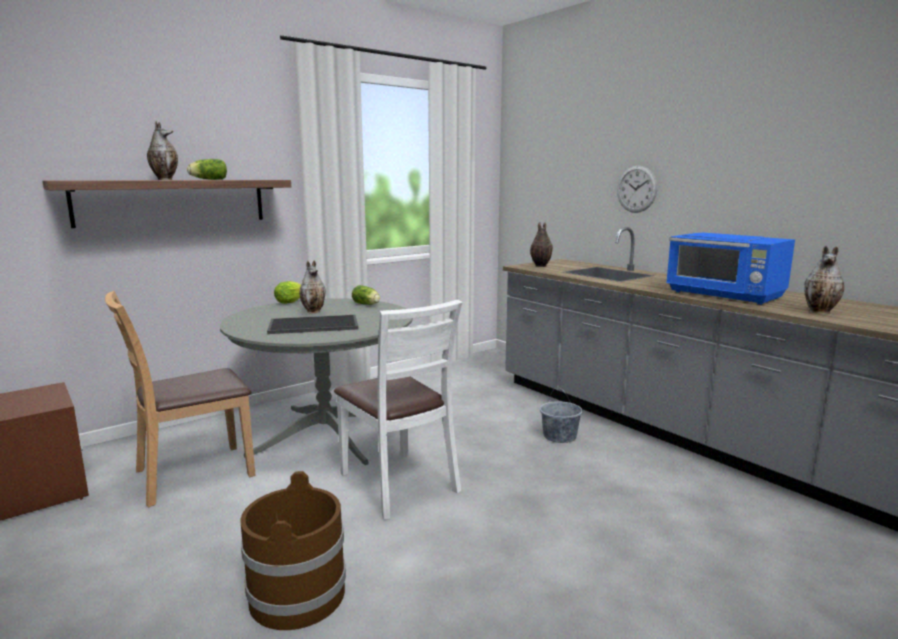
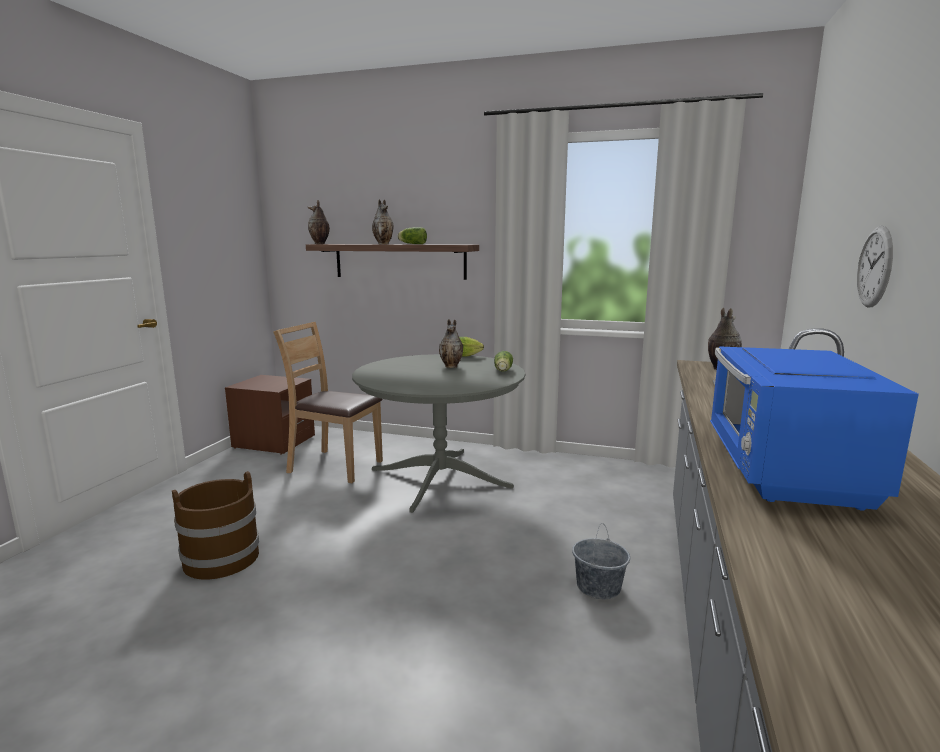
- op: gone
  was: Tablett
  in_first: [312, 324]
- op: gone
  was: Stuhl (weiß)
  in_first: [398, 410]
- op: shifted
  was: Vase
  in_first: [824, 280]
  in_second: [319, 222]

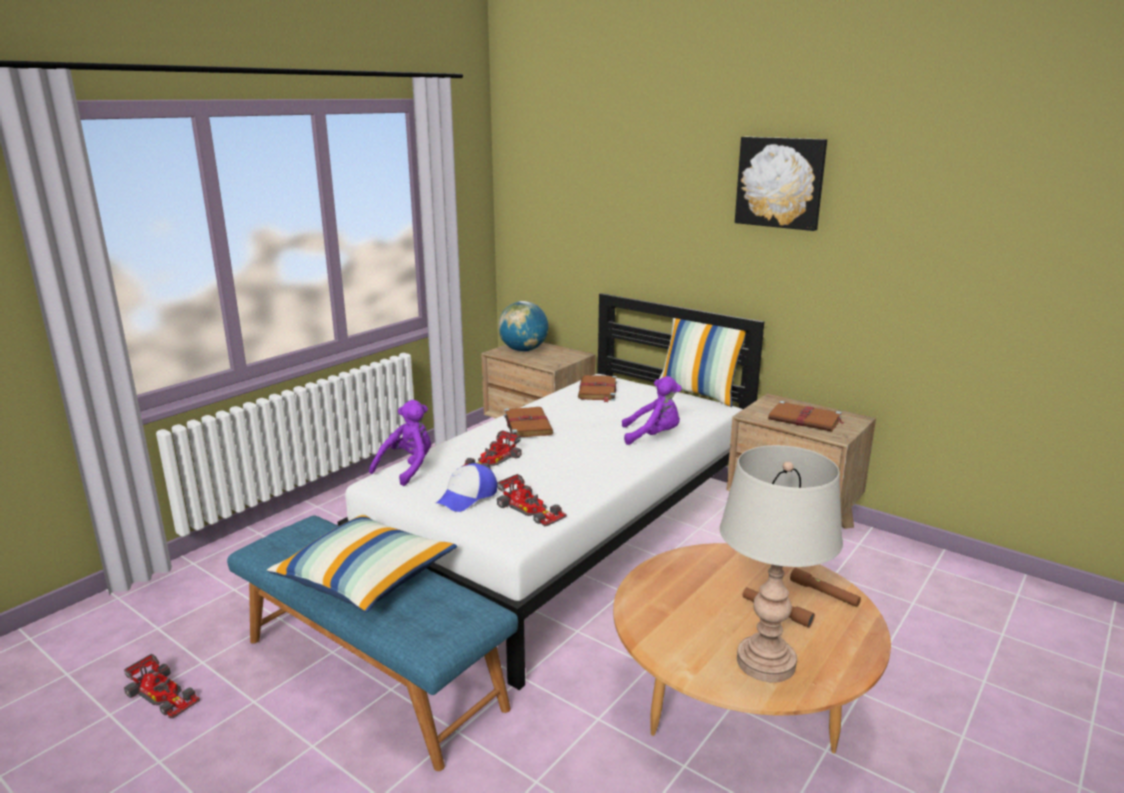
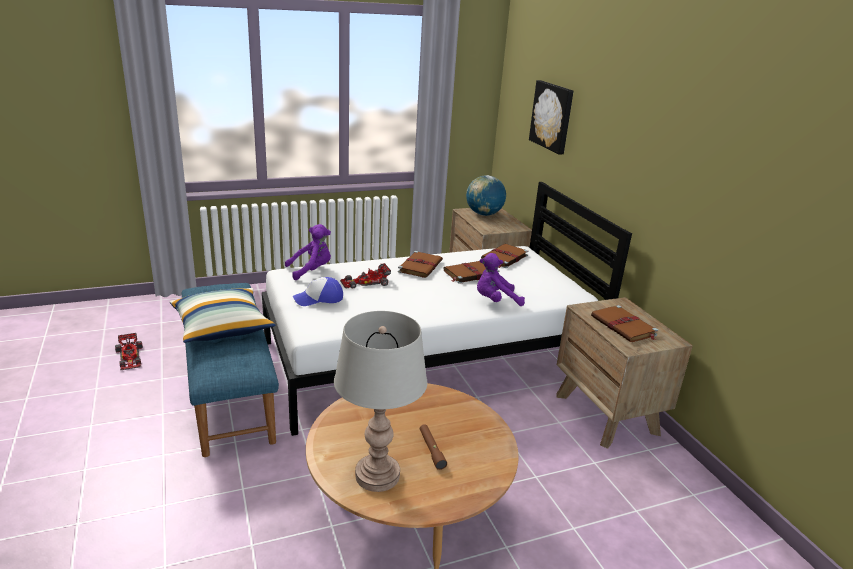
- op: gone
  was: Spielzeugauto
  in_first: [532, 500]
- op: gone
  was: Kissen
  in_first: [700, 362]
- op: gone
  was: Taschenlampe (braun)
  in_first: [825, 587]
- op: new
  now: Buch (braun)
  in_second: [471, 272]
- op: shifted
  was: Bild
  in_first: [781, 184]
  in_second: [551, 117]
- op: rotated
  was: Plüschtier (lila)
  in_first: [652, 410]
  in_second: [501, 279]
  clockwise: 135

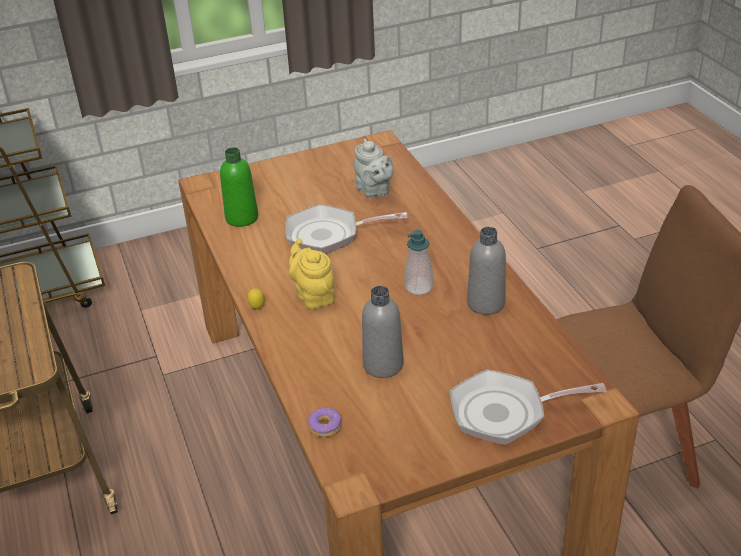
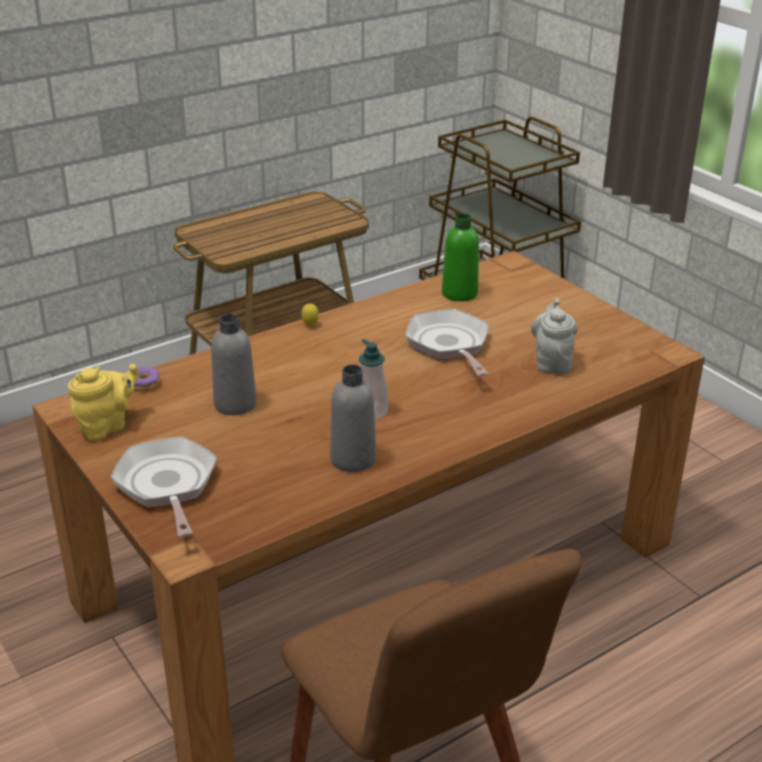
- op: shifted
  was: Teekanne (gelb)
  in_first: [312, 273]
  in_second: [103, 402]
- op: rotated
  was: Teekanne (grau)
  in_first: [374, 168]
  in_second: [554, 336]
  clockwise: 135

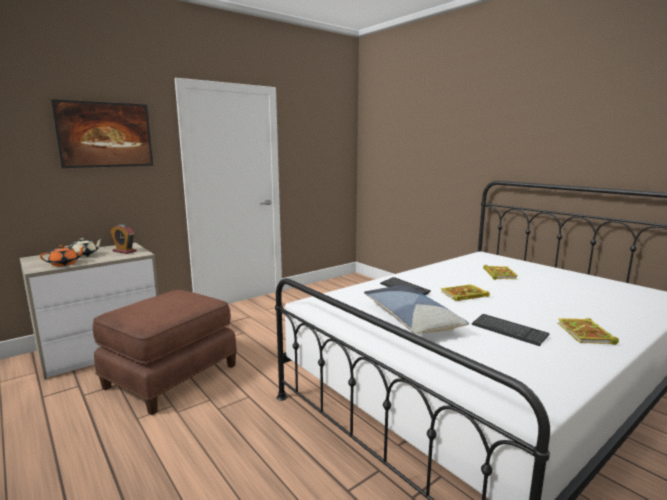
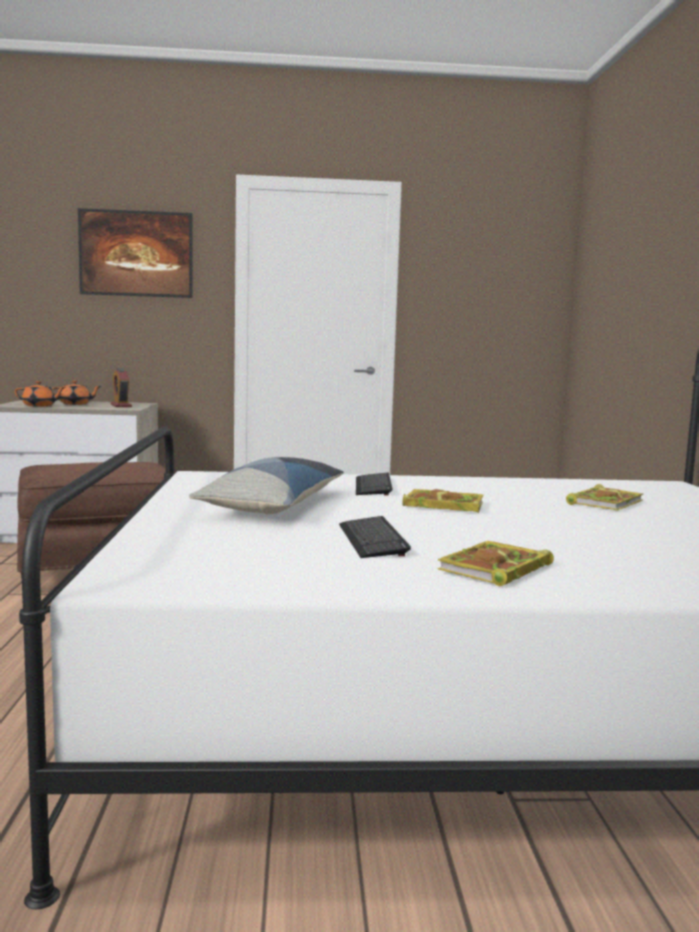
- op: repainted
  was: Teekanne (beige)
  now: Teekanne (orange)
  in_first: [83, 248]
  in_second: [76, 392]

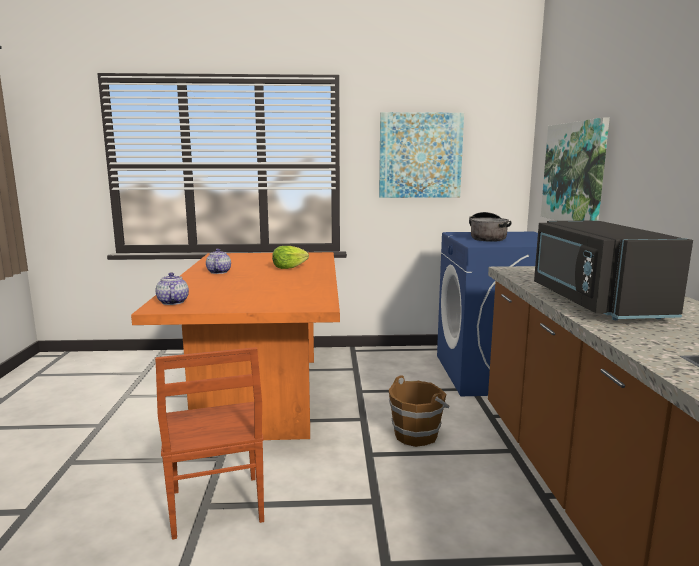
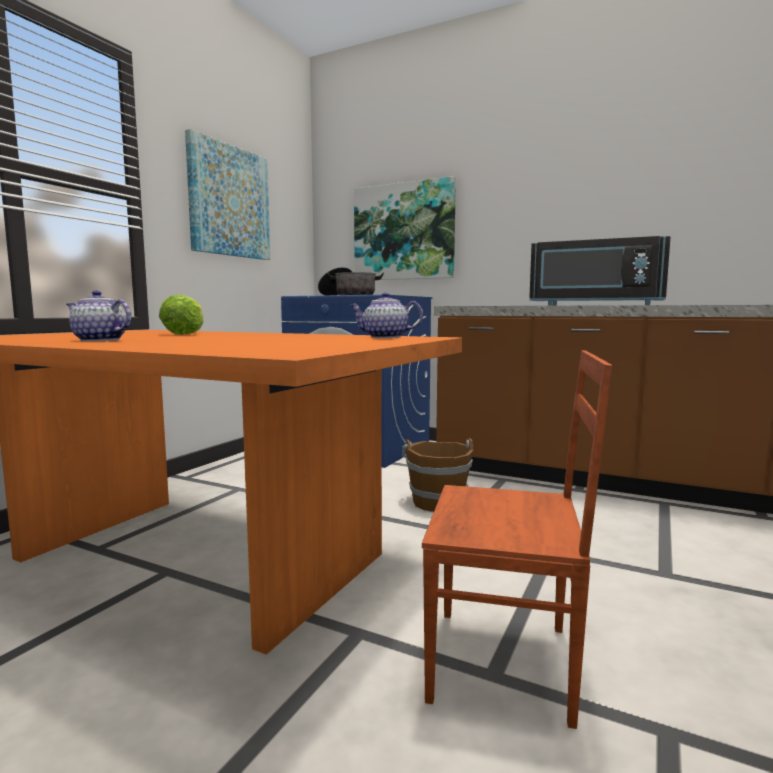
- op: shifted
  was: Teekanne
  in_first: [172, 288]
  in_second: [386, 315]

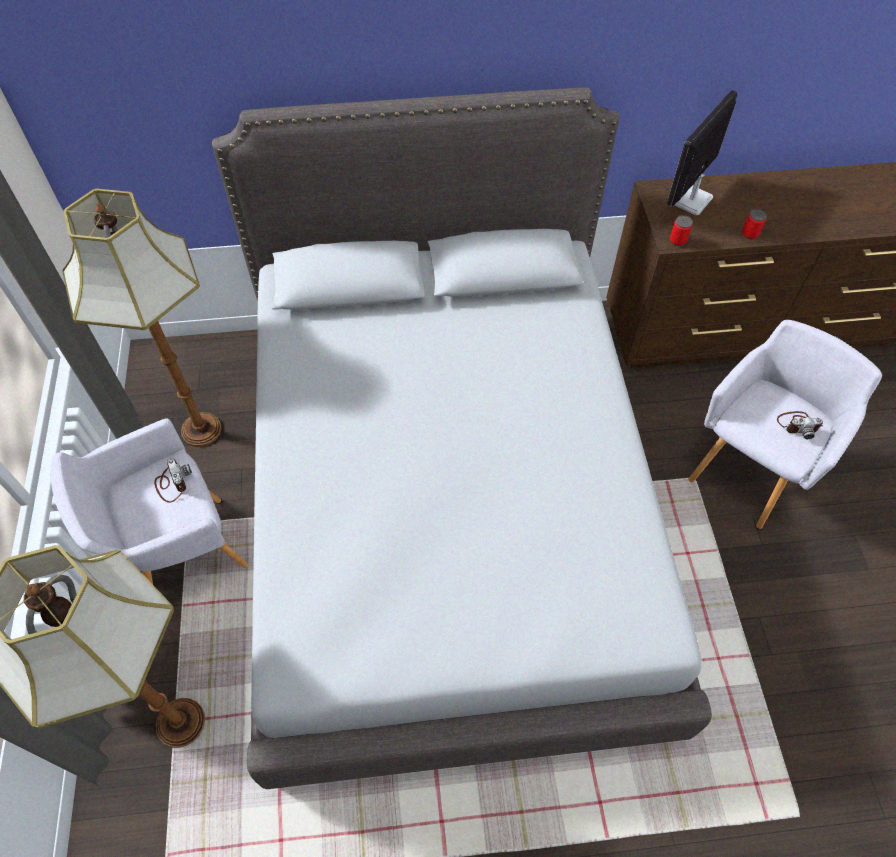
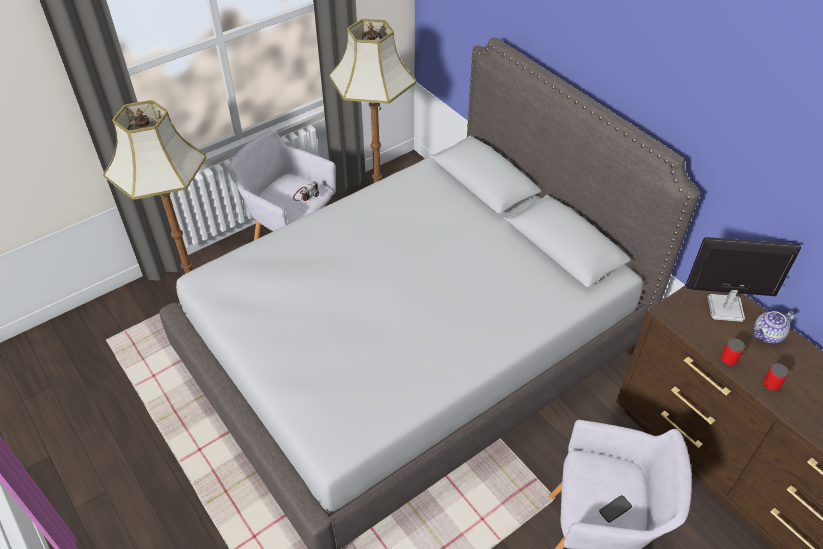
- op: new
  now: Teekanne
  in_second: [774, 327]
- op: shifted
  was: Dose
  in_first: [681, 230]
  in_second: [776, 377]
- op: swapped
  was: Kamera
  now: Handy
  in_first: [800, 425]
  in_second: [615, 509]

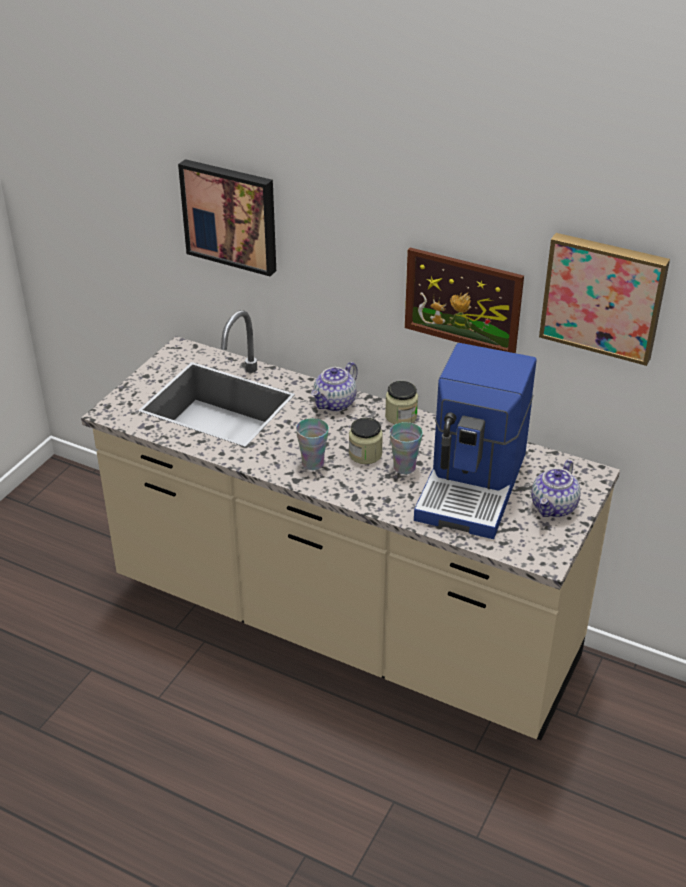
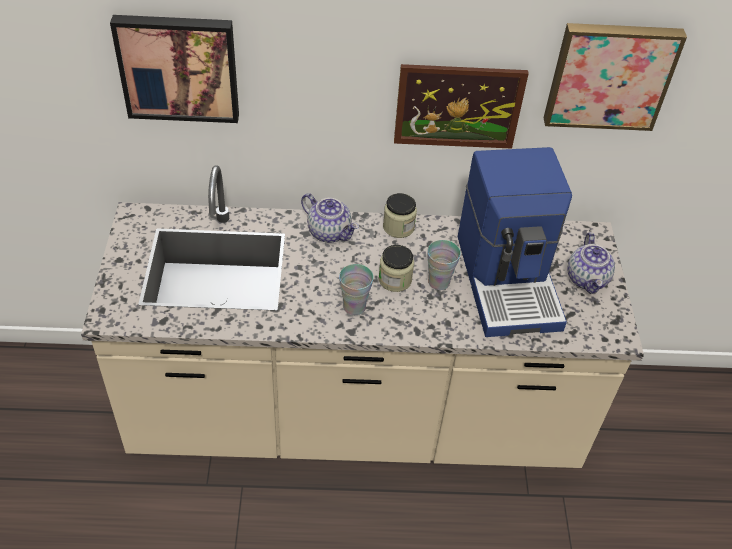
- op: rotated
  was: Teekanne
  in_first: [335, 386]
  in_second: [330, 218]
  clockwise: -60

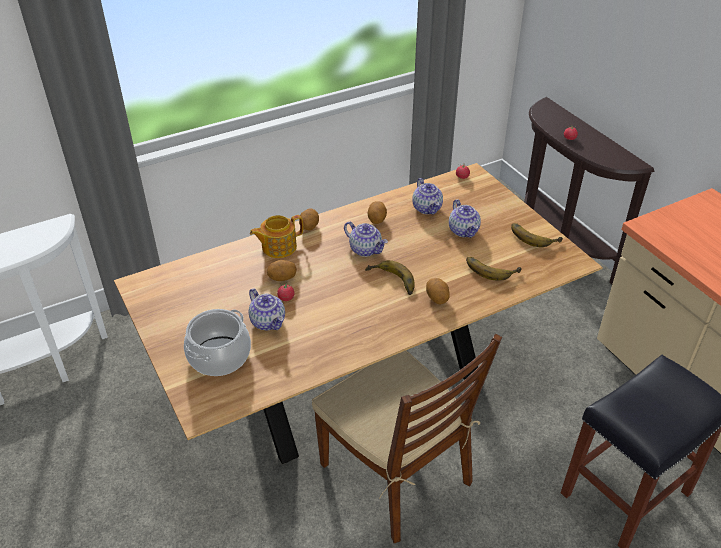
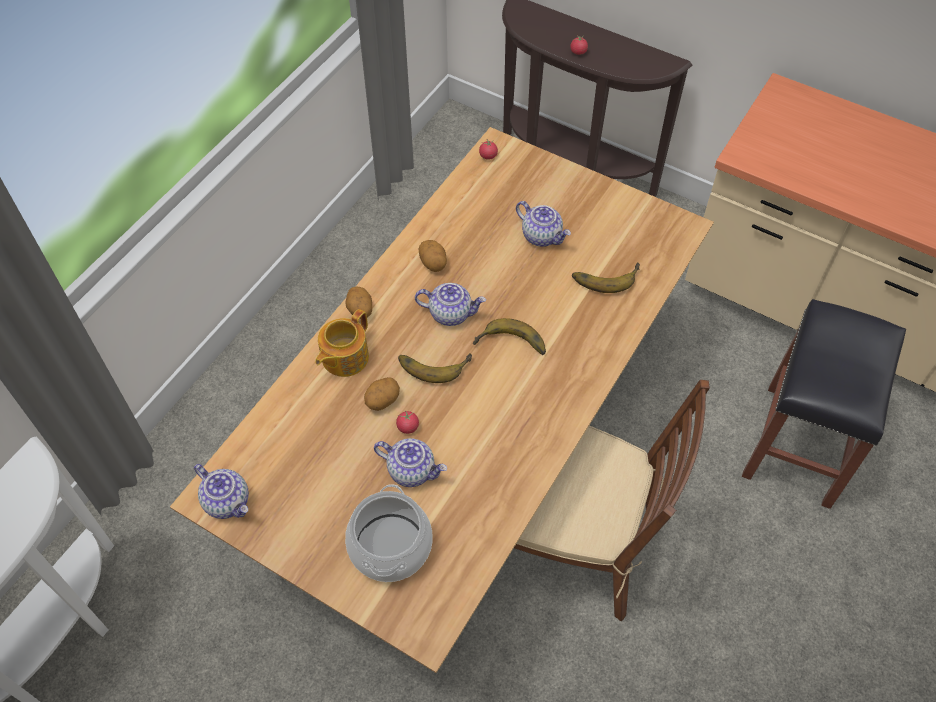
- op: gone
  was: Kartoffel
  in_first: [438, 291]
- op: shifted
  was: Teekanne
  in_first: [427, 196]
  in_second: [221, 491]
- op: shifted
  was: Banane
  in_first: [537, 235]
  in_second: [435, 368]

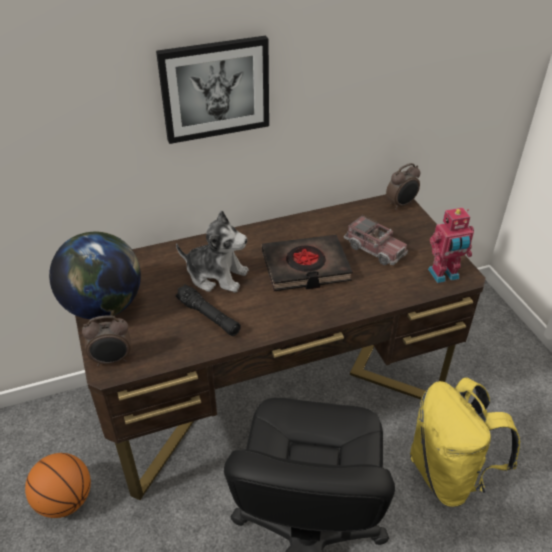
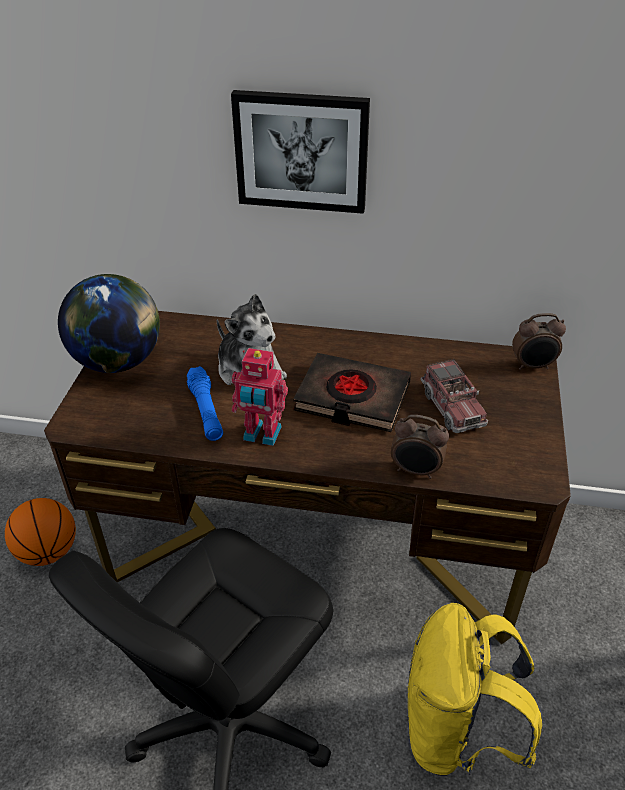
- op: shifted
  was: Wecker
  in_first: [106, 340]
  in_second: [420, 447]
- op: shifted
  was: Spielzeugroboter
  in_first: [451, 245]
  in_second: [260, 397]
- op: repainted
  was: Taschenlampe (schwarz)
  now: Taschenlampe (blau)
  in_first: [208, 310]
  in_second: [205, 403]

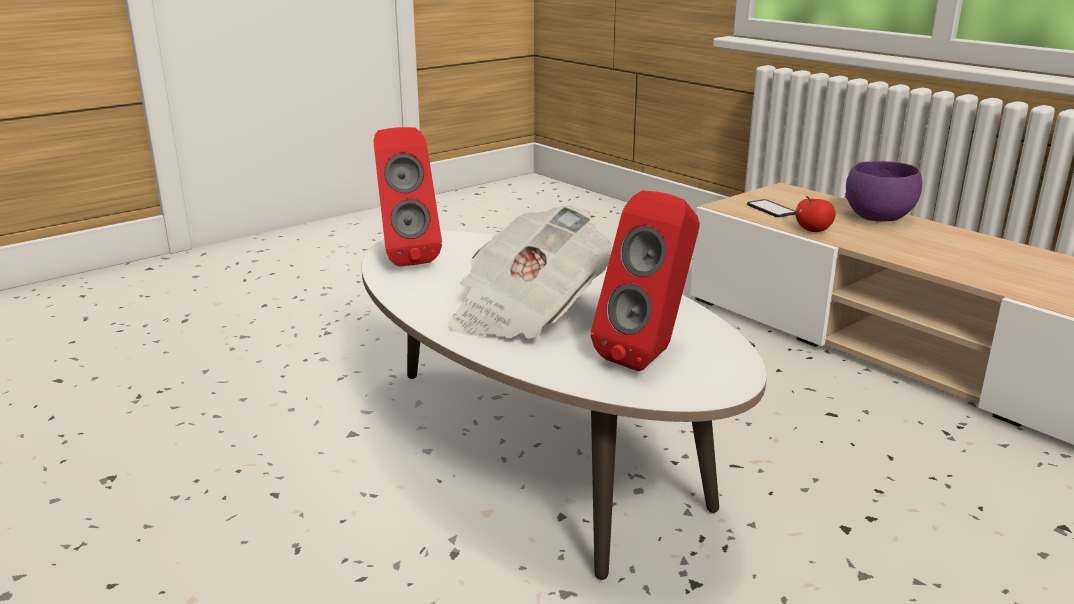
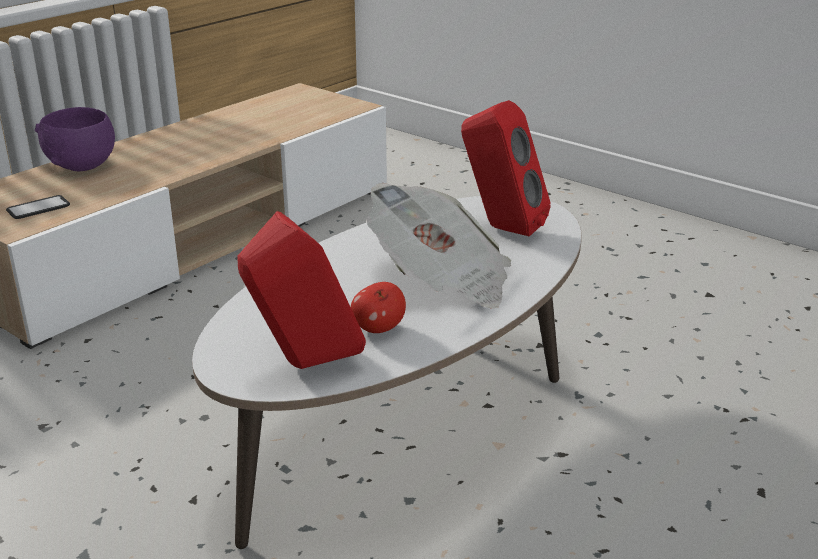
- op: shifted
  was: Apfel
  in_first: [815, 214]
  in_second: [378, 307]

